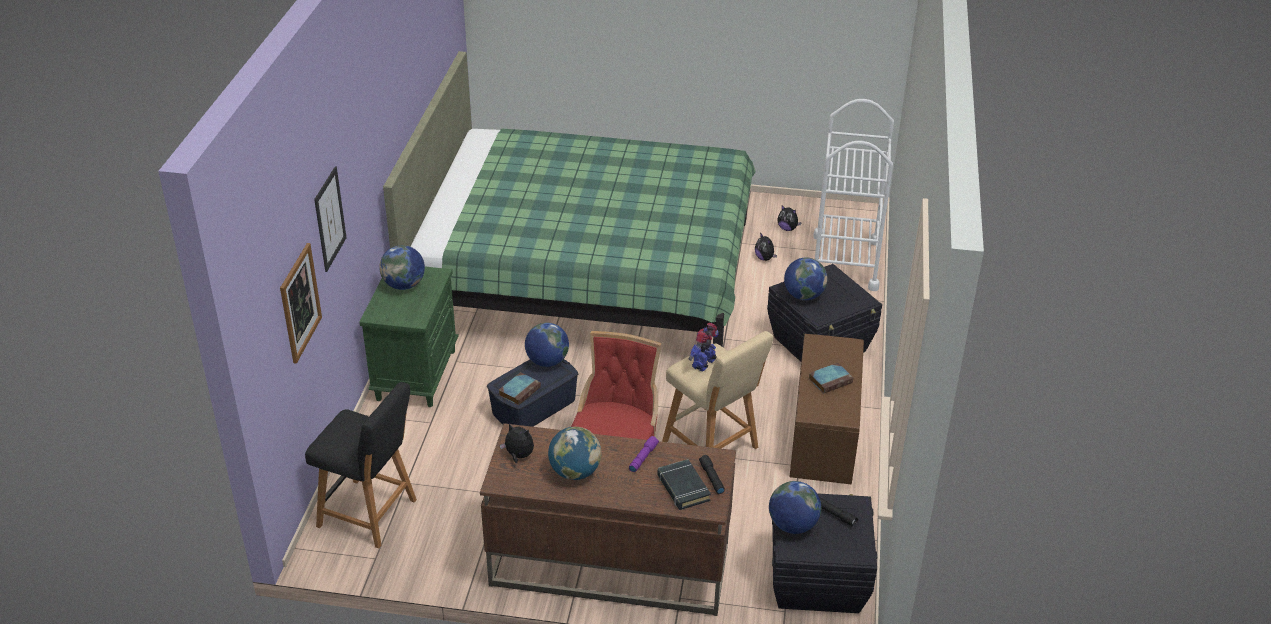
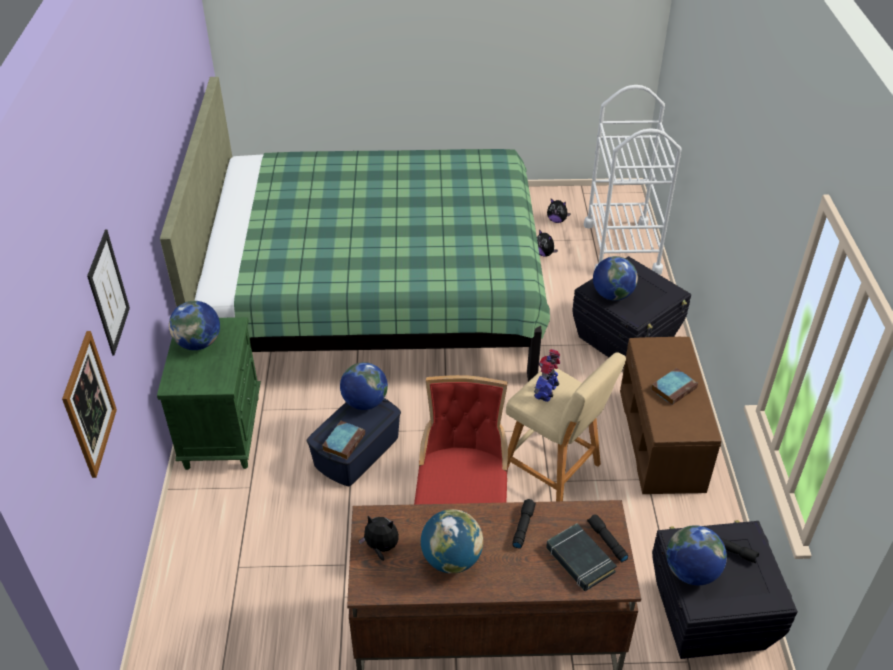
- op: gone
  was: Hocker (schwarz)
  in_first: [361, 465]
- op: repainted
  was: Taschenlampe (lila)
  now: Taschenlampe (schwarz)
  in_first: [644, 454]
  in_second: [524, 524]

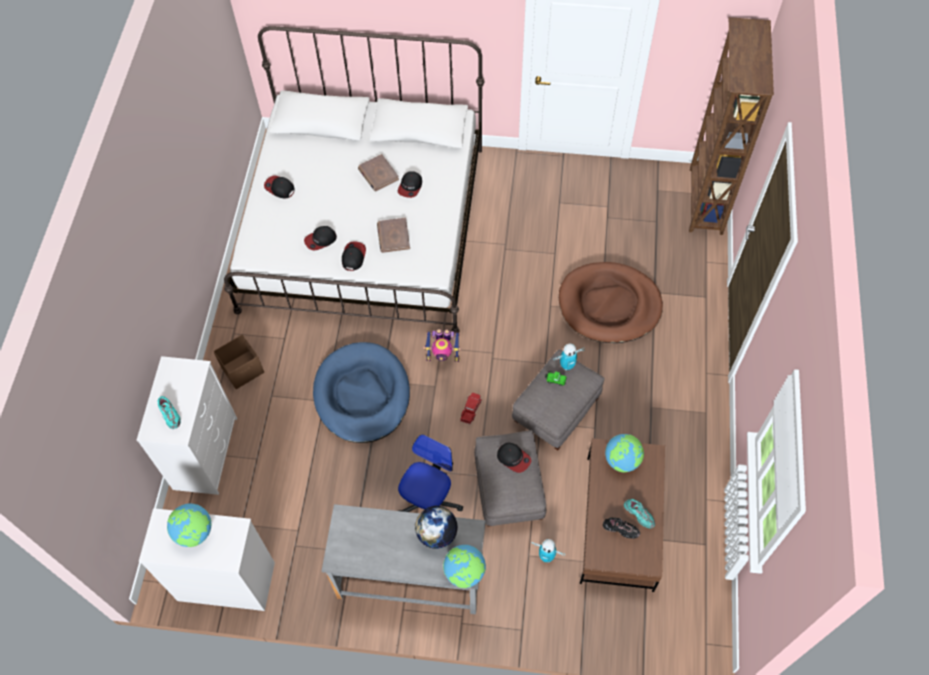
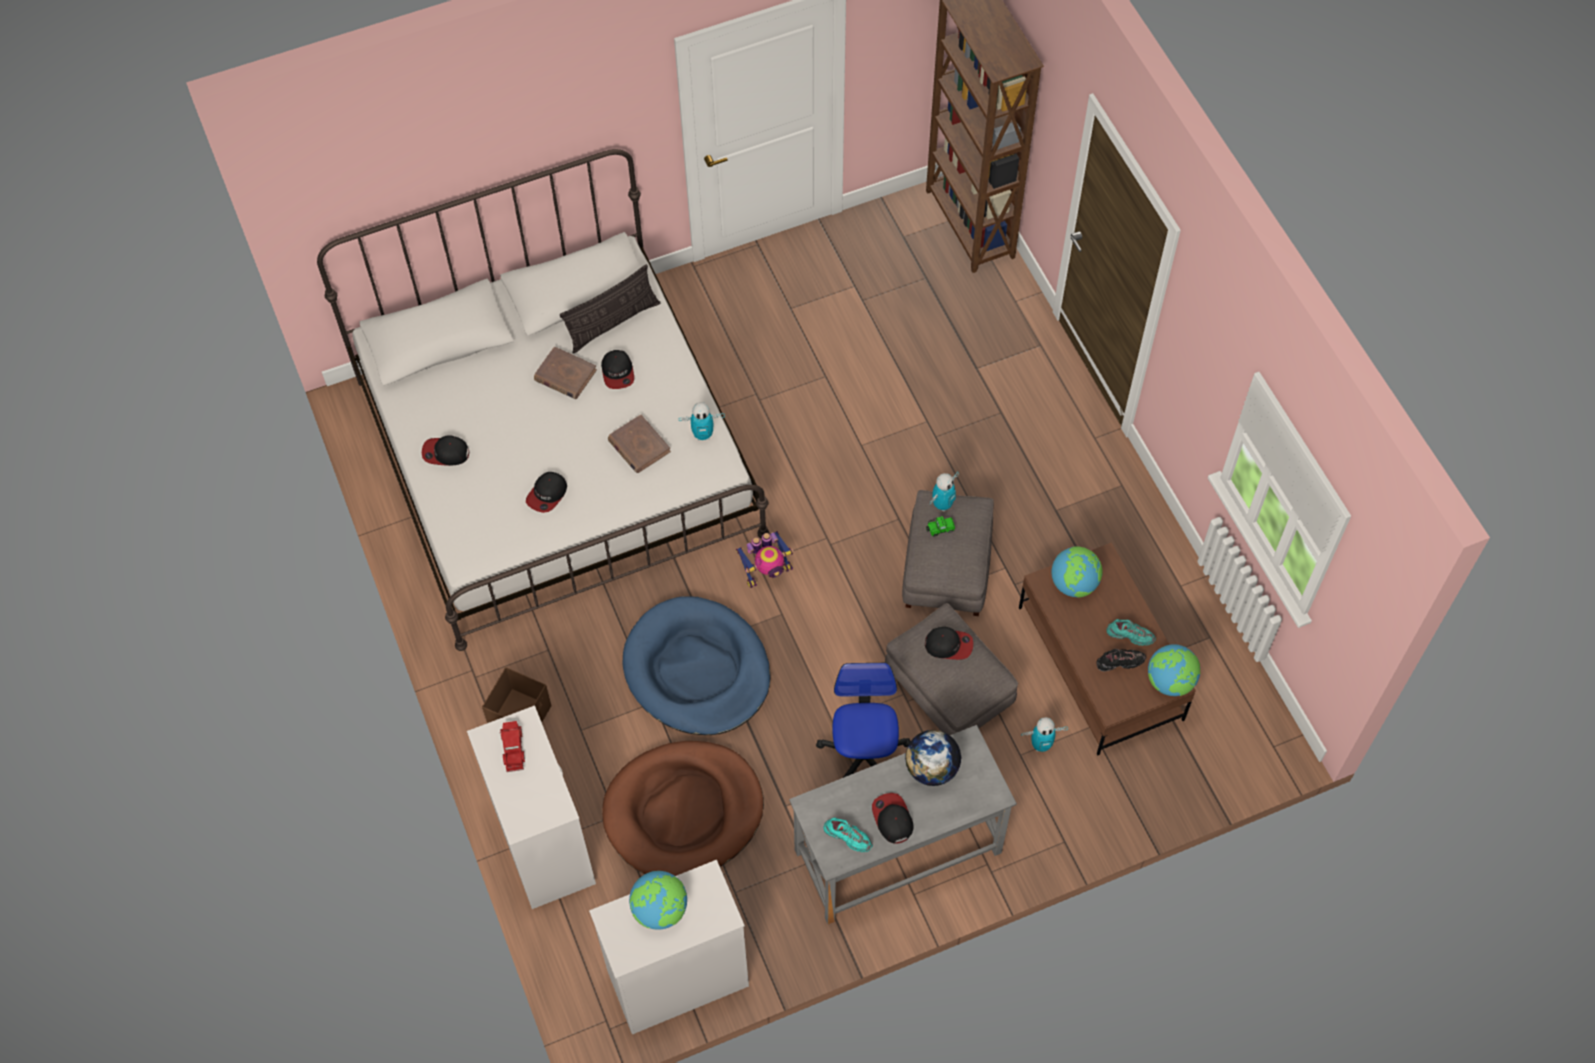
- op: new
  now: Kissen
  in_second: [610, 309]
- op: new
  now: Spielzeugroboter
  in_second: [701, 421]
- op: shifted
  was: Schuh (türkis)
  in_first: [169, 412]
  in_second: [848, 834]
- op: shifted
  was: Kappe
  in_first: [354, 256]
  in_second: [893, 818]
- op: shifted
  was: Globus
  in_first: [464, 566]
  in_second: [1174, 670]
- op: shifted
  was: Spielzeuglaster
  in_first: [471, 408]
  in_second: [512, 746]
- op: shifted
  was: Hundebett (braun)
  in_first: [611, 302]
  in_second: [683, 808]

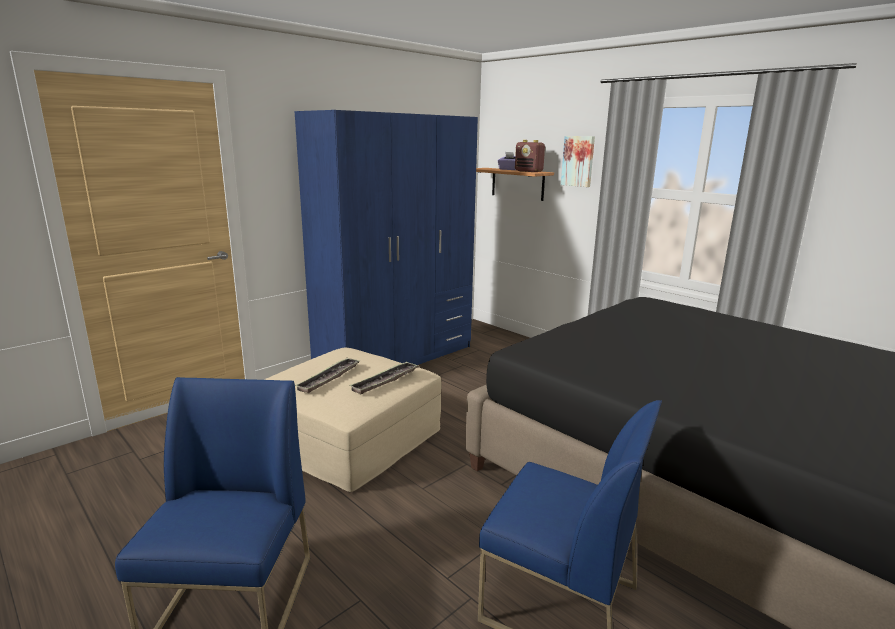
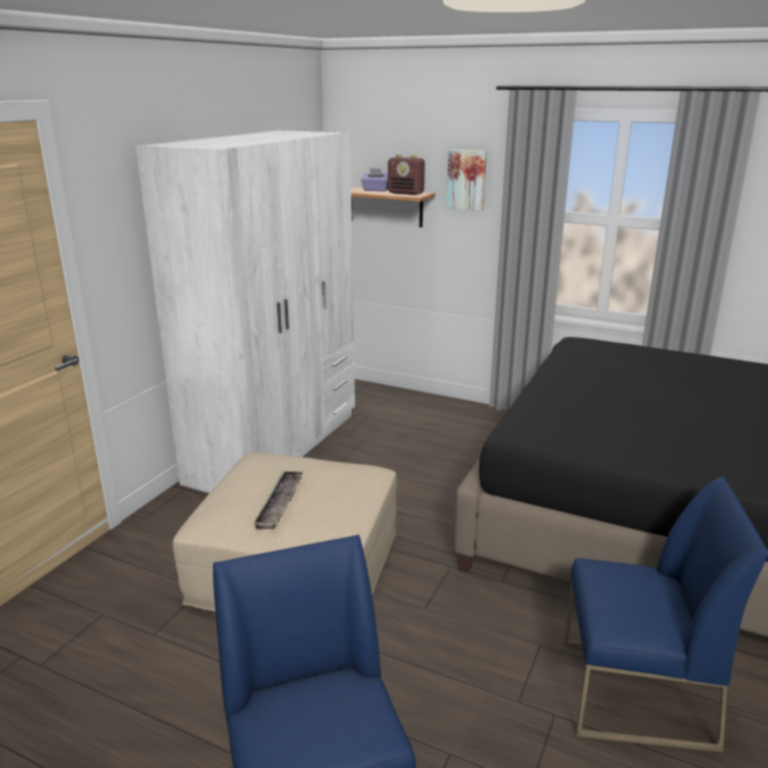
- op: gone
  was: Tablett
  in_first: [383, 377]
- op: repainted
  was: Kleiderschrank (blau)
  now: Kleiderschrank (weiß)
  in_first: [386, 237]
  in_second: [245, 311]

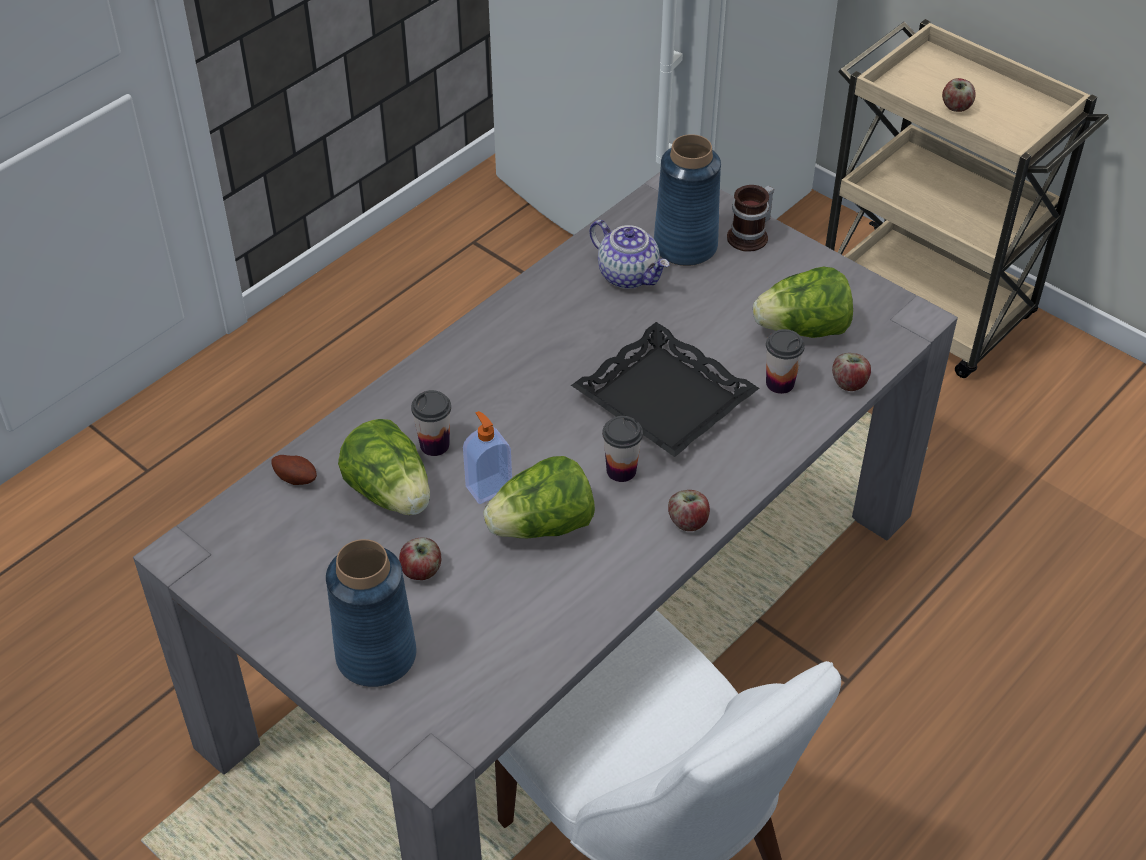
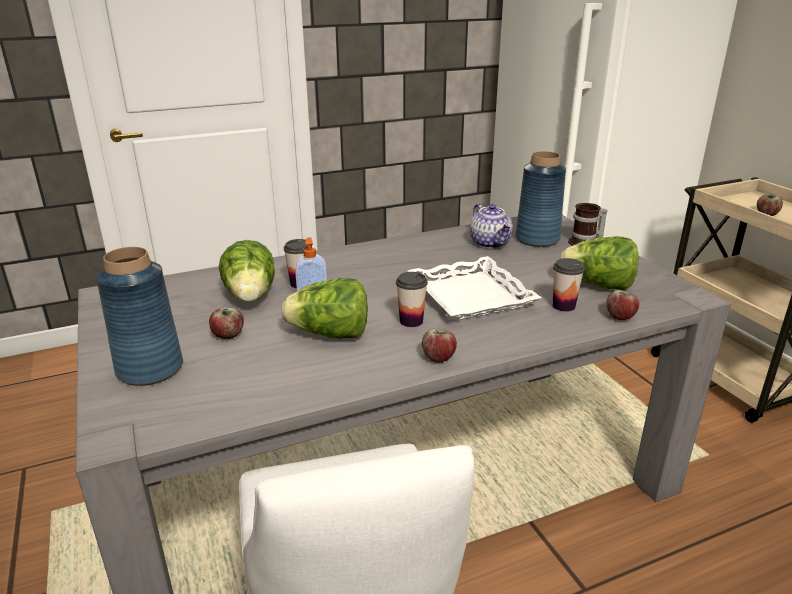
- op: gone
  was: Kartoffel
  in_first: [294, 470]
- op: repainted
  was: Tablett (schwarz)
  now: Tablett (weiß)
  in_first: [665, 389]
  in_second: [474, 288]

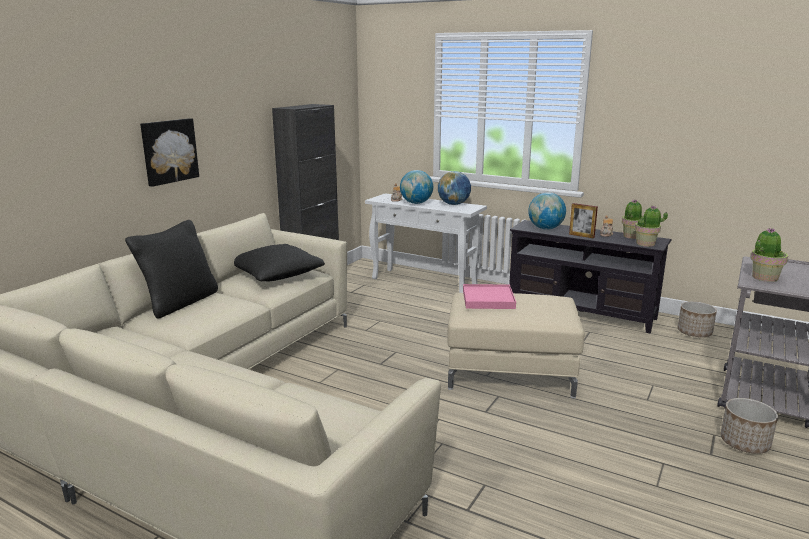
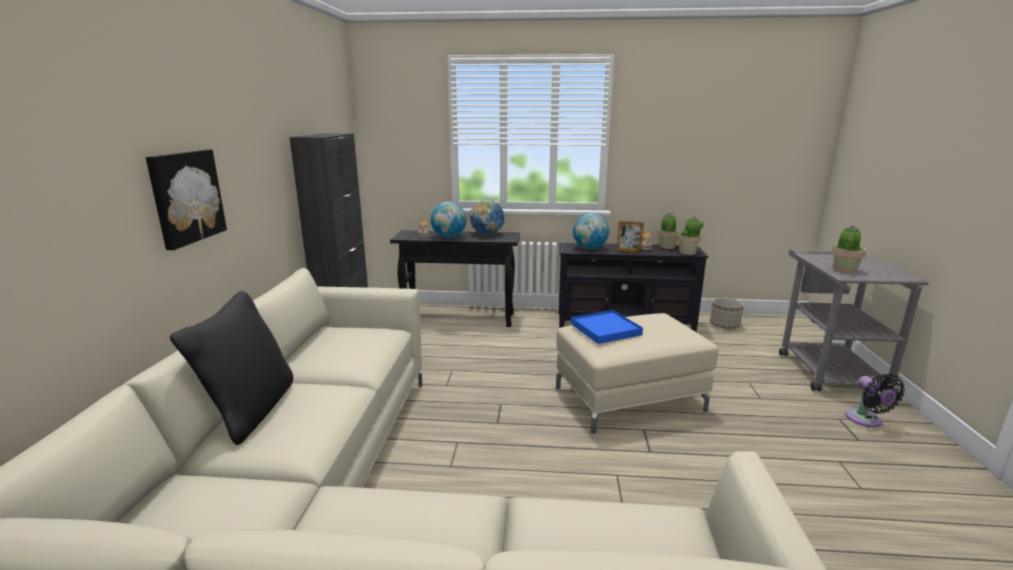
- op: gone
  was: Kissen (schwarz)
  in_first: [279, 262]
- op: swapped
  was: Pflanzkübel
  now: Ventilator (schwarz)
  in_first: [749, 426]
  in_second: [875, 400]
- op: repainted
  was: Konsolentisch (weiß)
  now: Konsolentisch (schwarz)
  in_first: [426, 243]
  in_second: [455, 278]
- op: repainted
  was: Tablett (rosa)
  now: Tablett (blau)
  in_first: [489, 296]
  in_second: [607, 327]

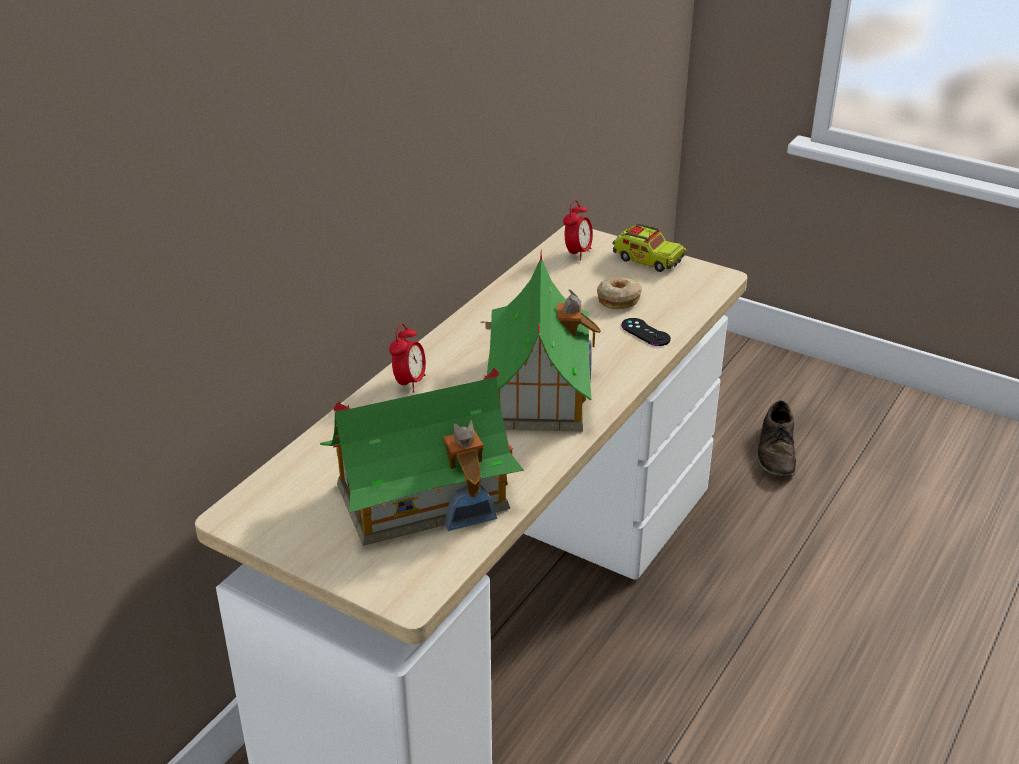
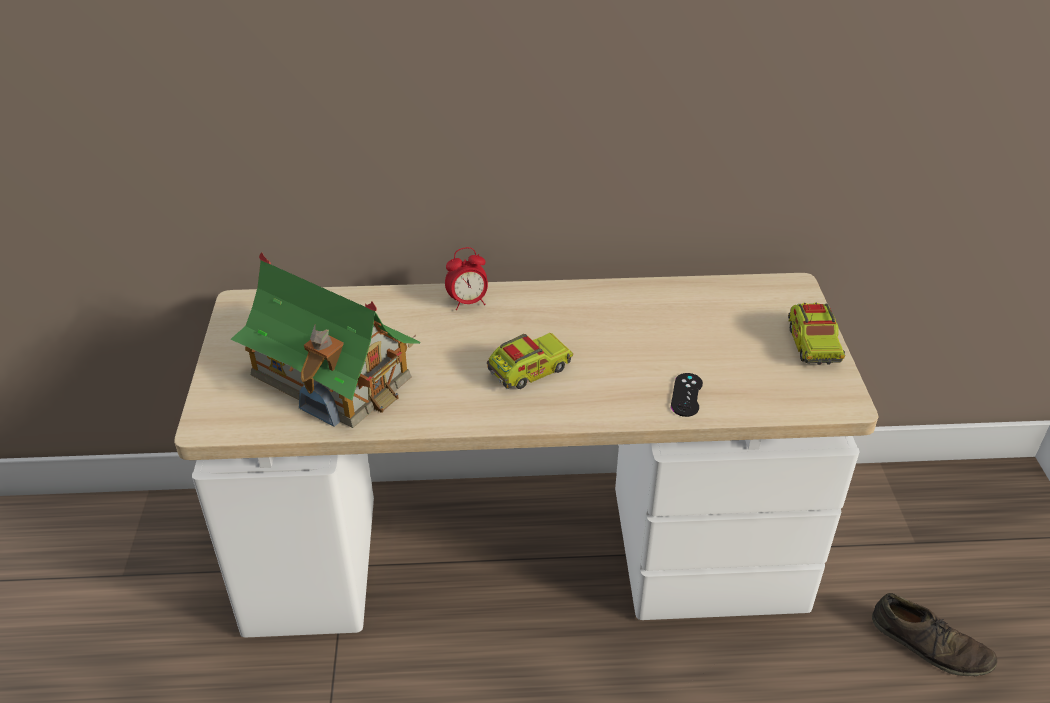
- op: gone
  was: Wecker
  in_first: [578, 230]
- op: gone
  was: Donut
  in_first: [619, 293]
- op: swapped
  was: Spielzeughaus
  now: Spielzeuglaster
  in_first: [541, 340]
  in_second: [530, 361]
- op: rotated
  was: Schuh (braun)
  in_first: [776, 439]
  in_second: [934, 634]
  clockwise: -120

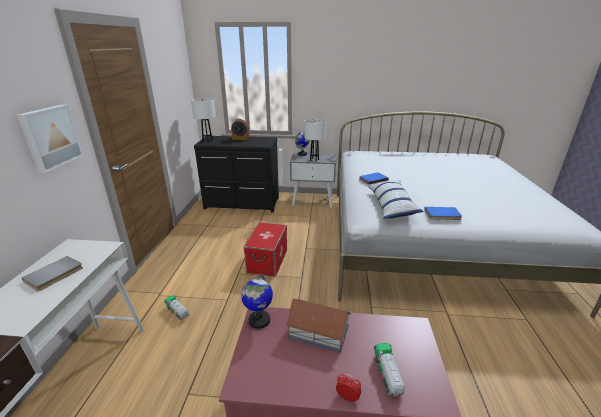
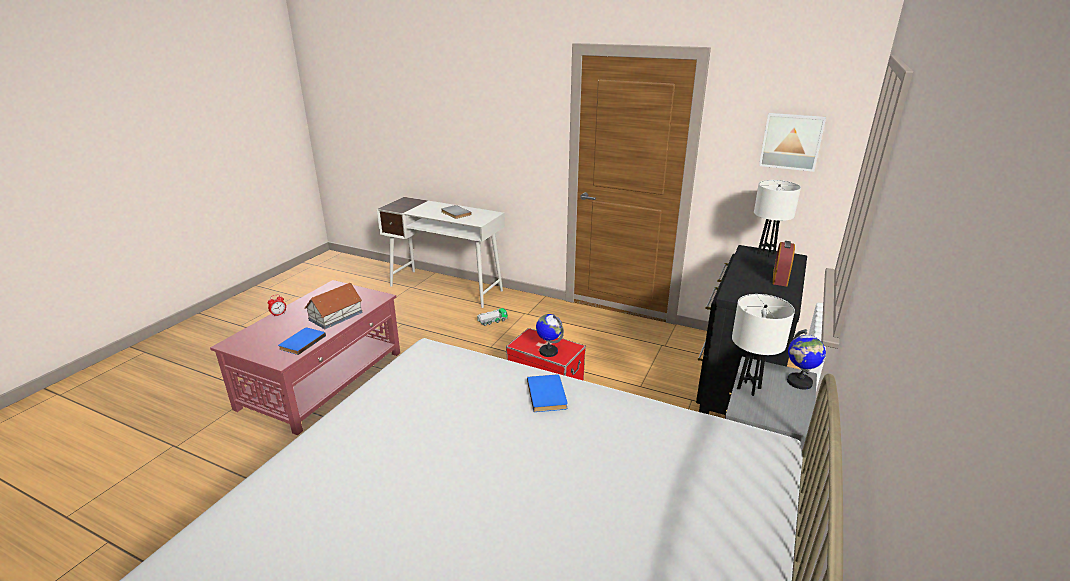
- op: gone
  was: Kissen
  in_first: [396, 200]
- op: gone
  was: Spielzeuglaster
  in_first: [389, 370]
- op: shifted
  was: Bild
  in_first: [50, 138]
  in_second: [792, 142]
- op: shifted
  was: Globus
  in_first: [257, 301]
  in_second: [550, 335]
- op: shifted
  was: Buch (blau)
  in_first: [443, 213]
  in_second: [302, 341]

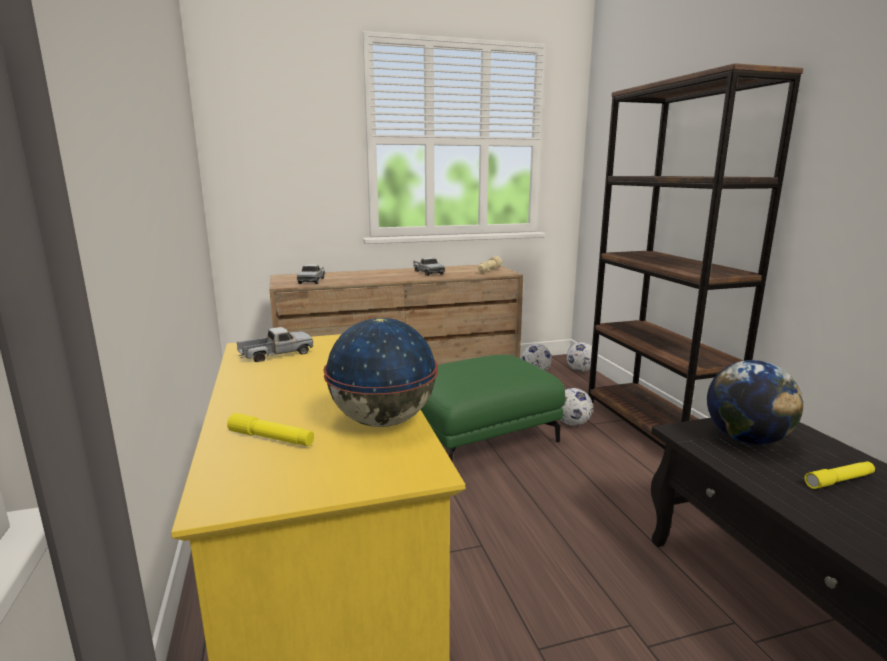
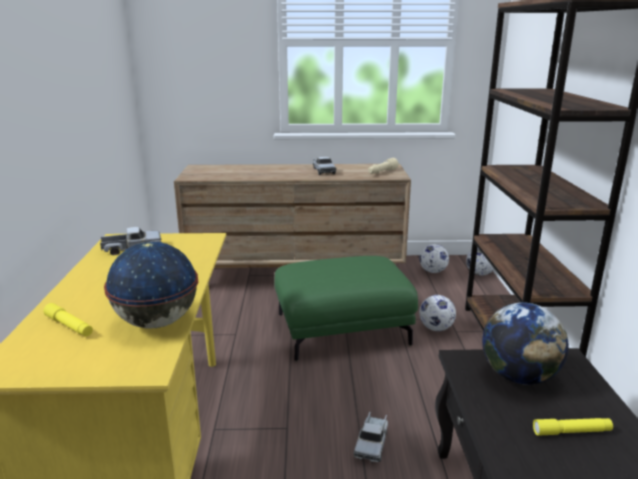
- op: shifted
  was: Spielzeuglaster
  in_first: [311, 274]
  in_second: [371, 436]

